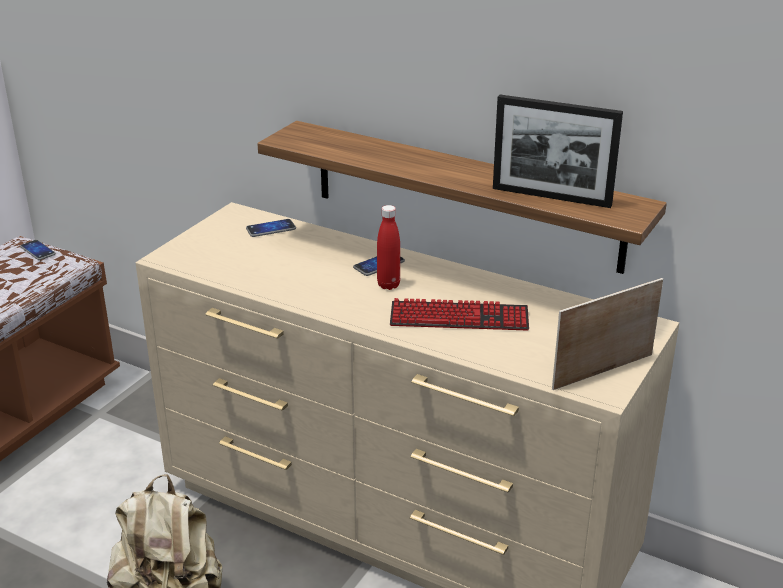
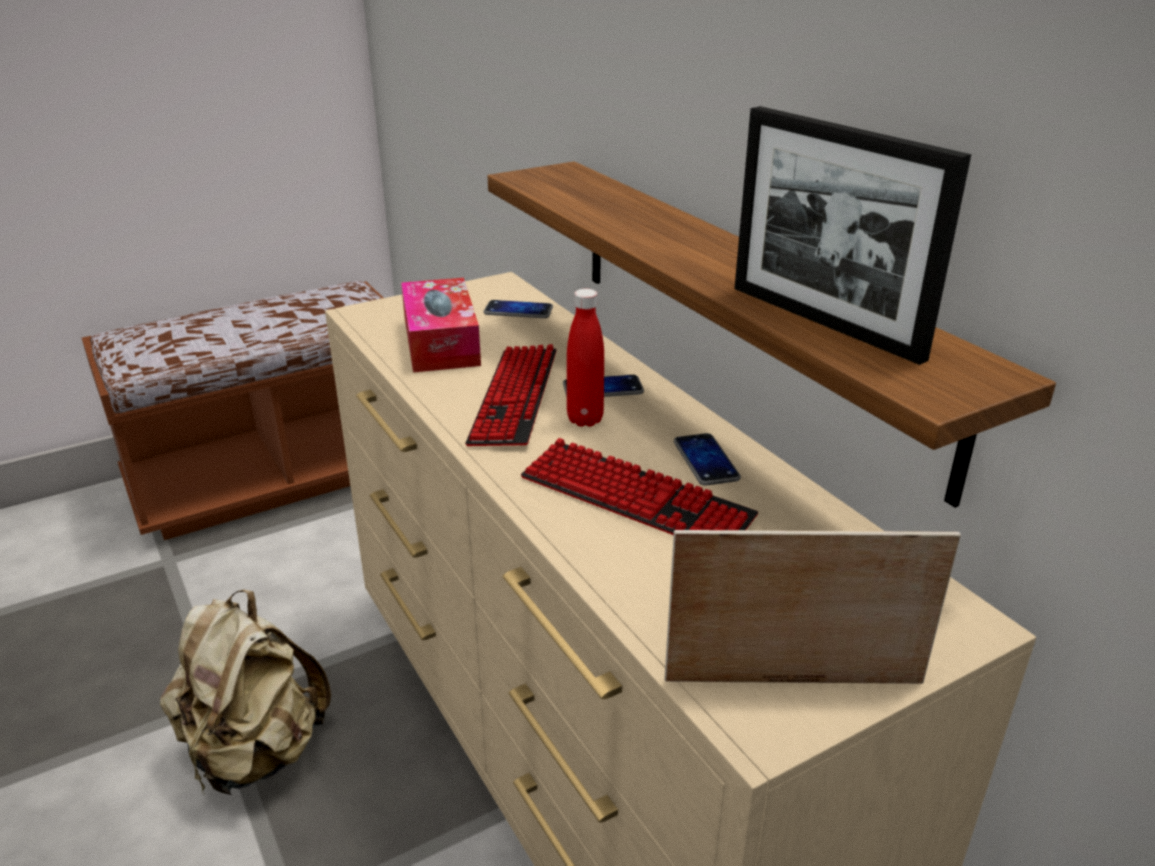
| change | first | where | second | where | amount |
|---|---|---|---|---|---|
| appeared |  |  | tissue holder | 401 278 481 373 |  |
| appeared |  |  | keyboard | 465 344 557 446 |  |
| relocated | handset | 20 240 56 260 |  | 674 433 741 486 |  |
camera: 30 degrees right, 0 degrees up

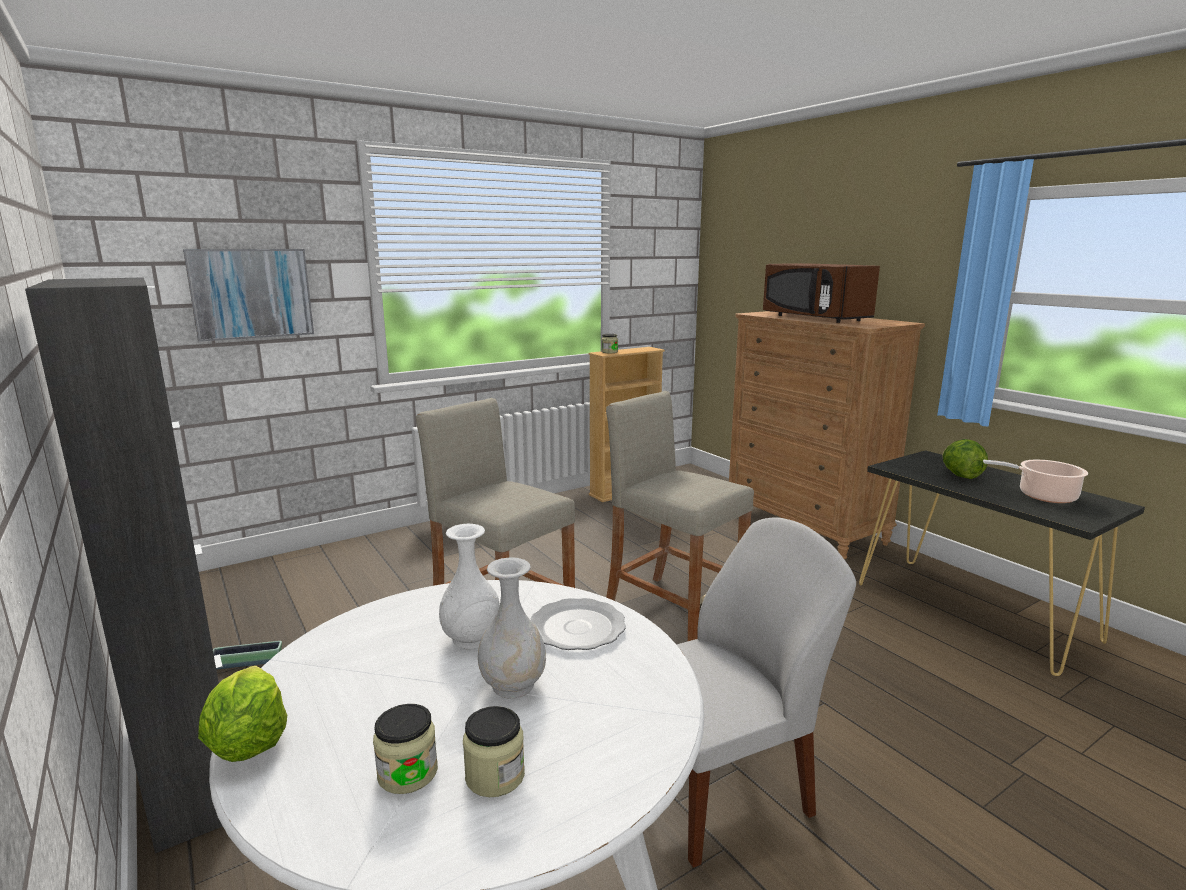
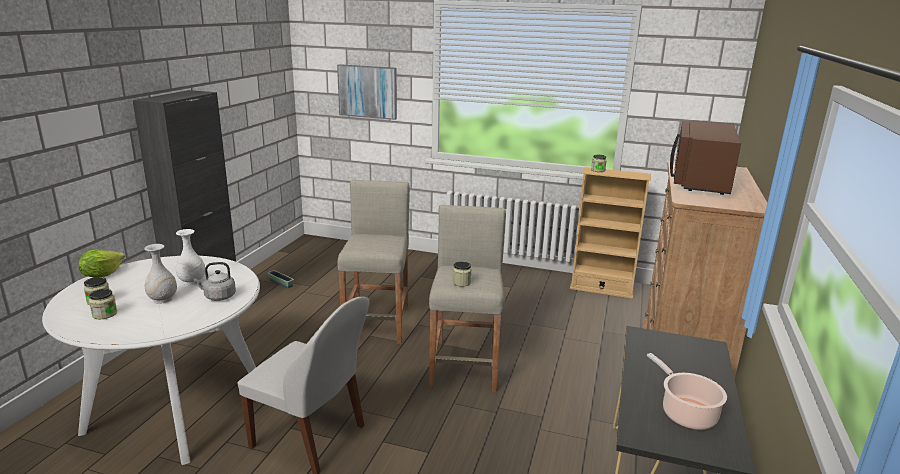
| change | first | where | second | where | amount |
|---|---|---|---|---|---|
| exchanged | plate | 531 598 626 650 | tea kettle (grey) | 194 262 236 301 |  |
| appeared |  |  | preserve jar | 452 261 471 287 |  |
| missing | lettuce | 942 439 988 479 |  |  |  |
camera: 50 degrees right, 5 degrees up

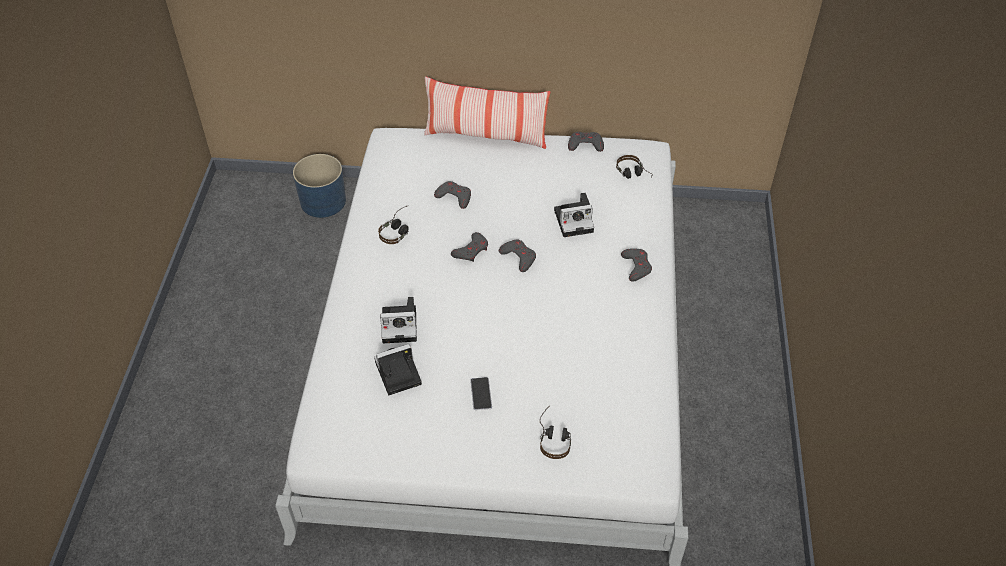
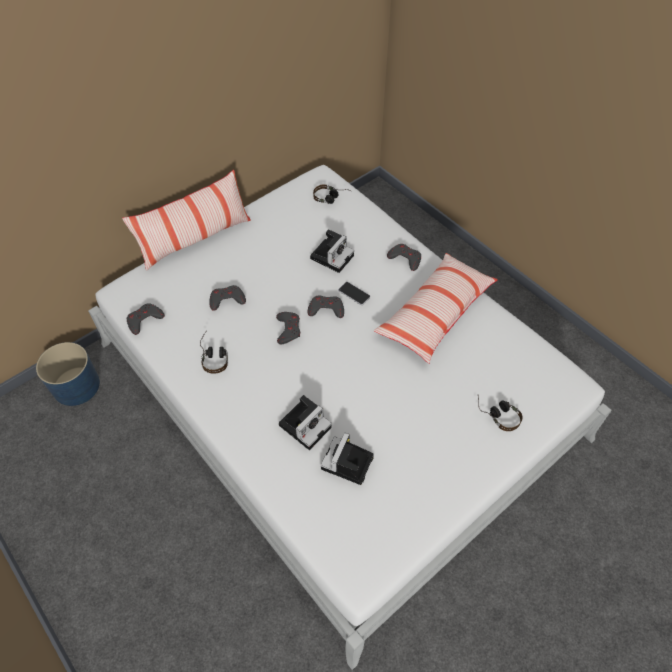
| change | first | where | second | where | amount |
|---|---|---|---|---|---|
| relocated | joypad (grey) | 568 132 604 152 |  | 127 303 165 335 |  |
| relocated | handset | 470 377 492 410 |  | 338 282 370 305 |  |
| appeared |  |  | throw pillow | 374 253 498 364 |  |
camera: 45 degrees left, 5 degrees up

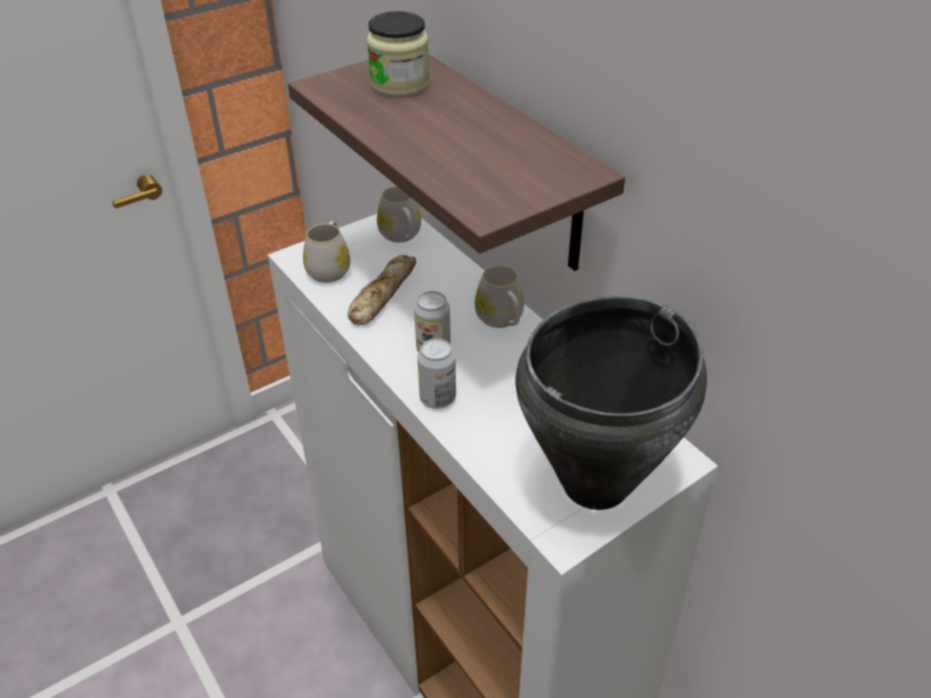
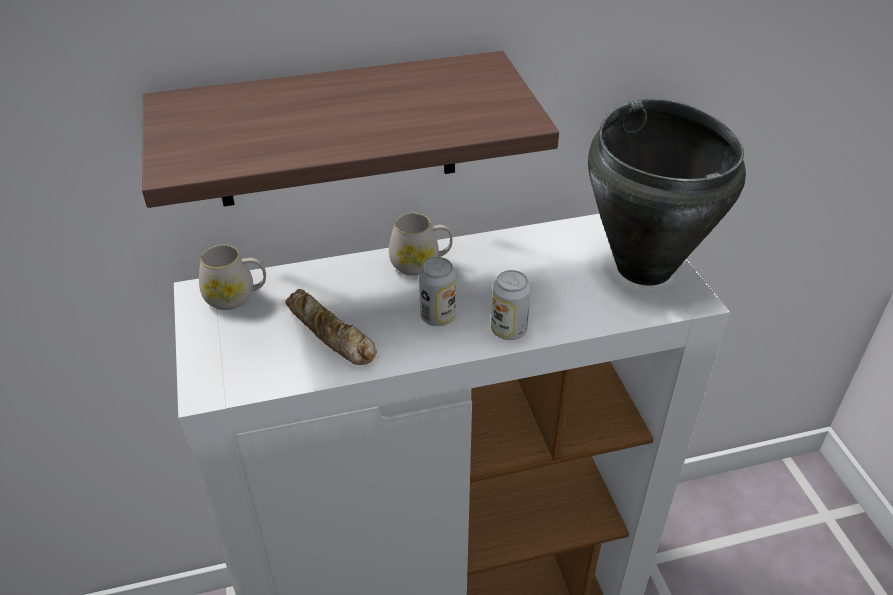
| change | first | where | second | where | amount |
|---|---|---|---|---|---|
| missing | mug (white) | 303 221 350 283 |  |  |  |
| missing | preserve jar | 367 11 430 97 |  |  |  |
camera: 70 degrees left, 0 degrees up

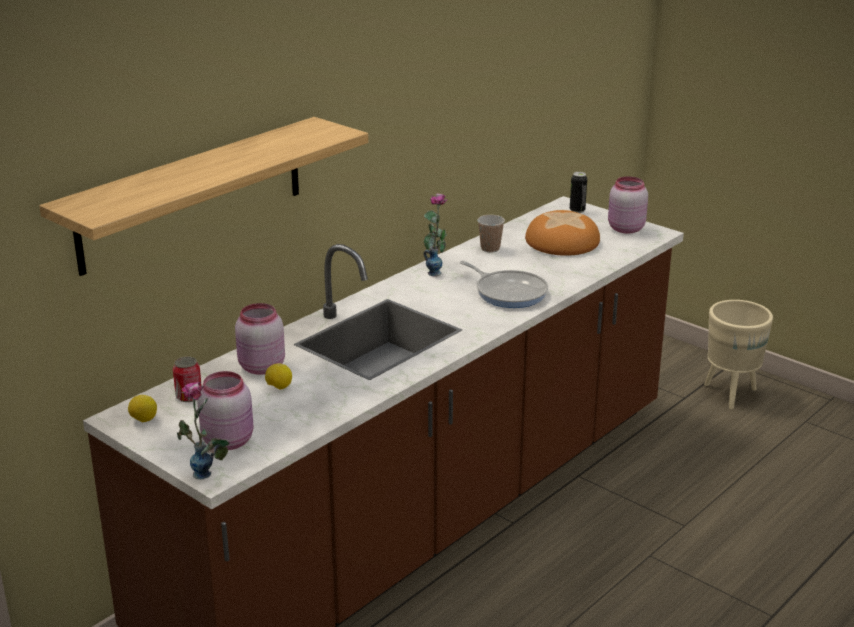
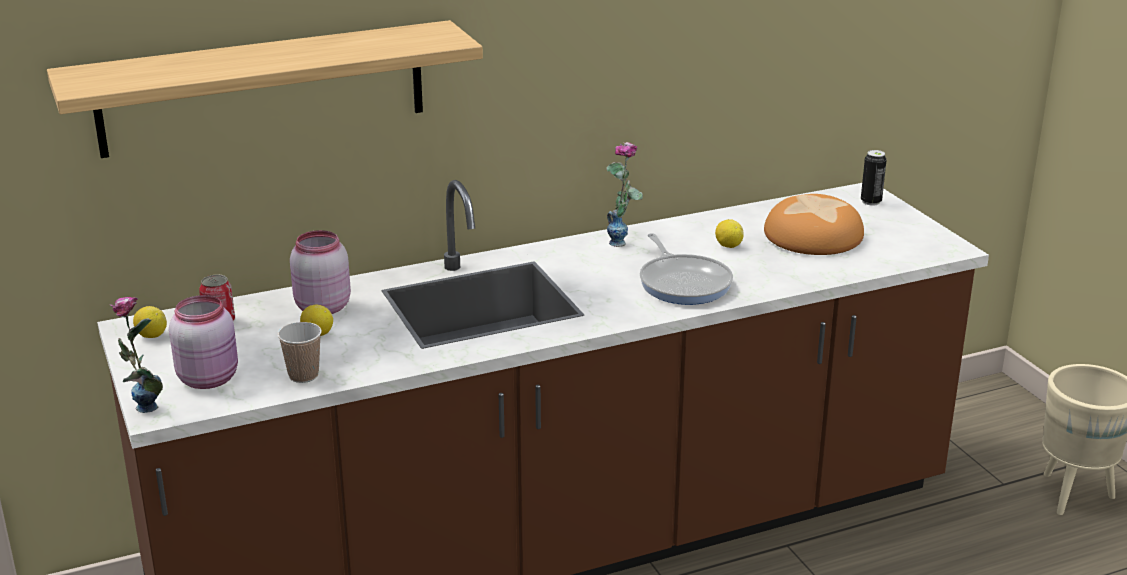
| change | first | where | second | where | amount |
|---|---|---|---|---|---|
| relocated | small cup | 477 215 505 253 |  | 278 322 322 383 |  |
| appeared |  |  | citrus fruit | 715 219 744 248 |  |
| missing | preserve jar (pinkish) | 608 177 648 233 |  |  |  |
camera: 25 degrees right, 0 degrees up

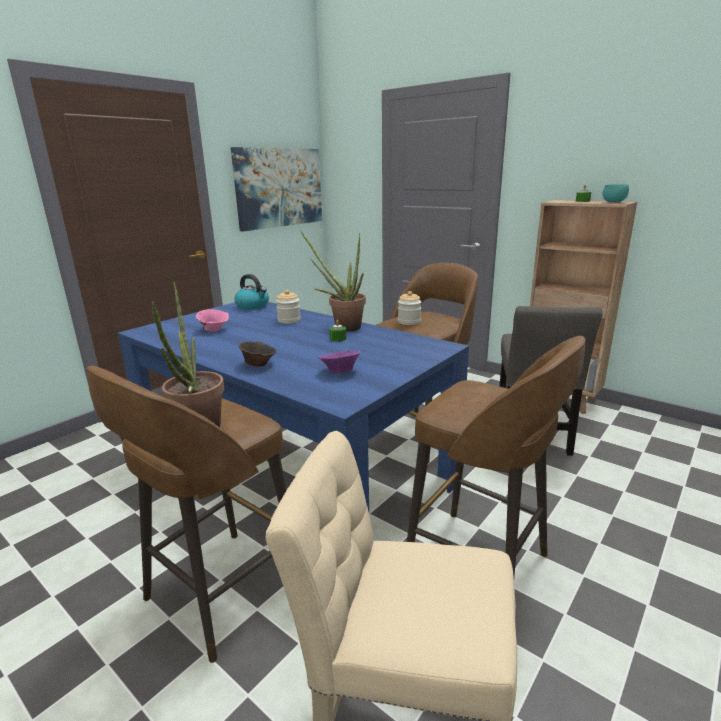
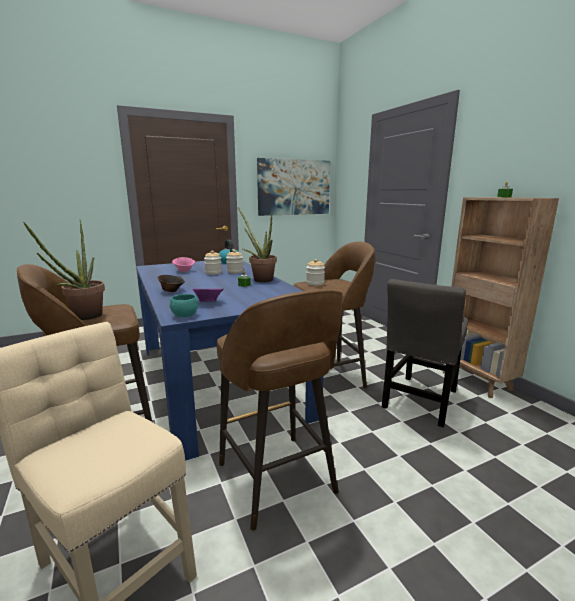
| change | first | where | second | where | amount |
|---|---|---|---|---|---|
| relocated | serving bowl (turquoise-coloured) | 603 184 629 203 |  | 170 294 198 317 |  |
| appeared |  |  | preserve jar | 204 250 222 275 |  |
camera: 25 degrees right, 5 degrees down

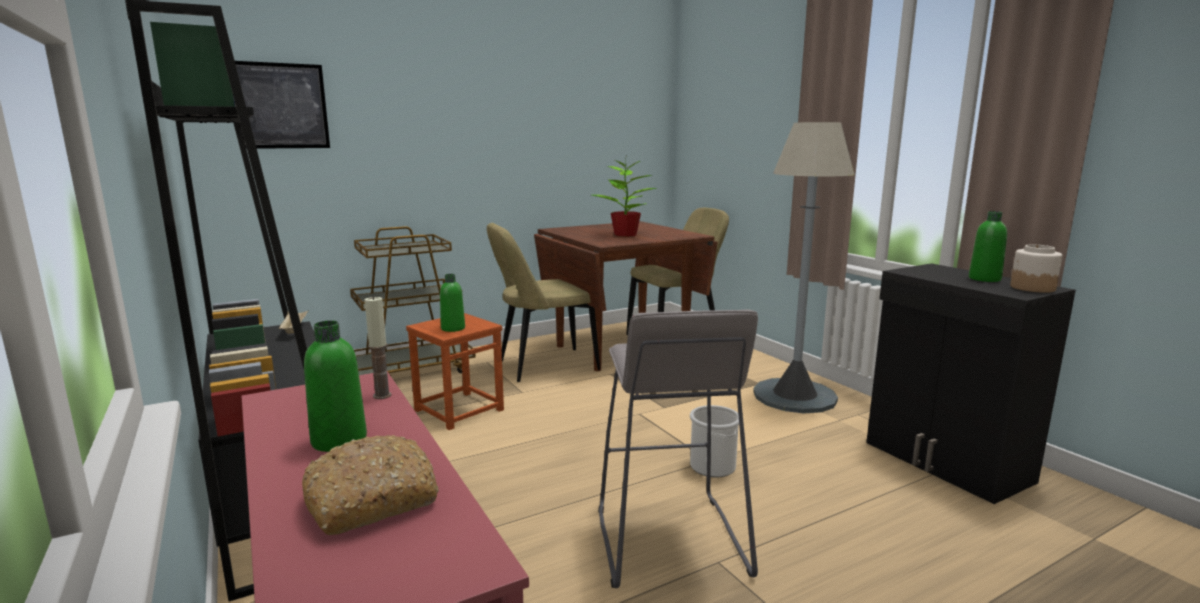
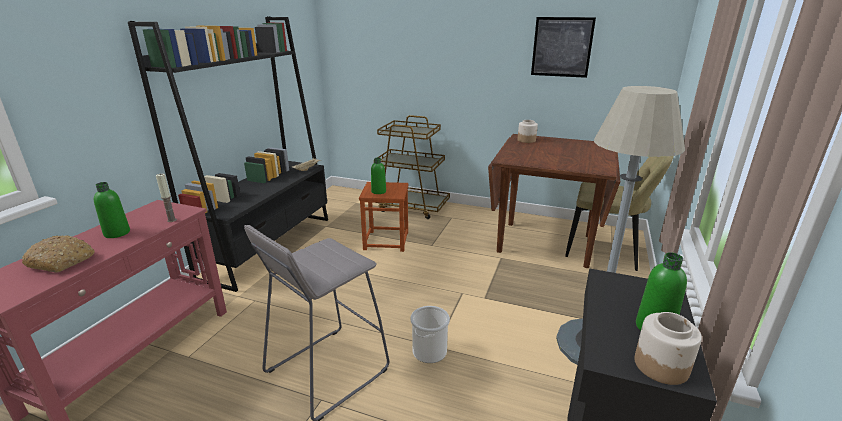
| change | first | where | second | where | amount |
|---|---|---|---|---|---|
| appeared |  |  | preserve jar | 518 120 538 143 |  |
| relocated | wall art | 235 61 330 149 |  | 531 17 596 78 |  |
| missing | plain chair (beige-coloured) | 487 223 600 382 |  |  |  |
| missing | houseplant | 592 159 657 237 |  |  |  |
camera: 50 degrees right, 10 degrees up

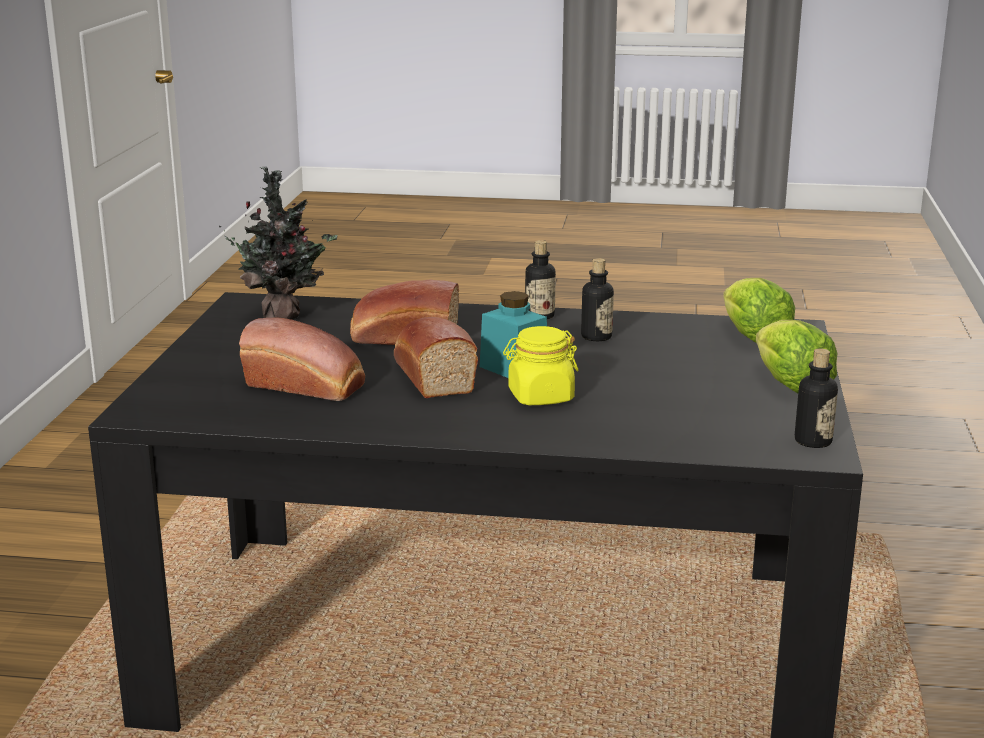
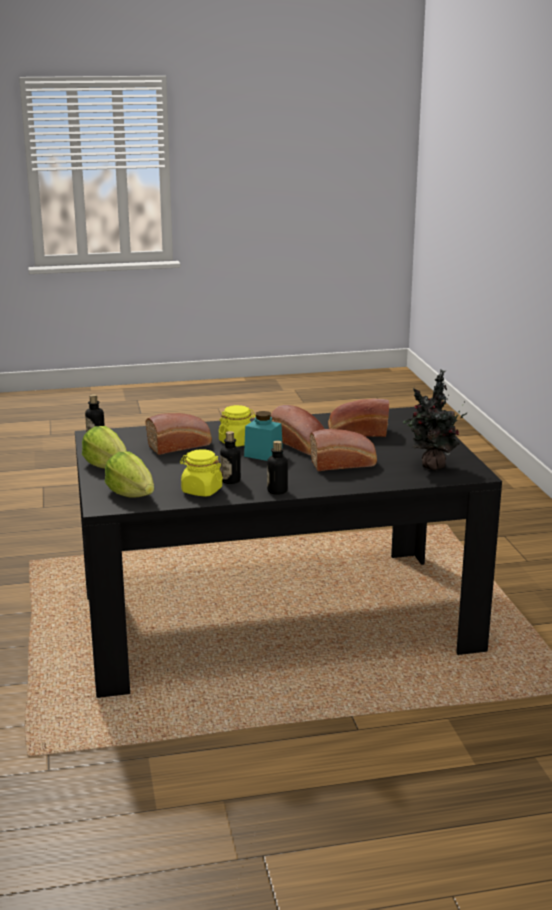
| change | first | where | second | where | amount |
|---|---|---|---|---|---|
| appeared |  |  | baked bread | 146 413 212 455 |  |
| appeared |  |  | preserve jar (yellowish) | 180 449 223 497 |  |
camera: 160 degrees right, 0 degrees up

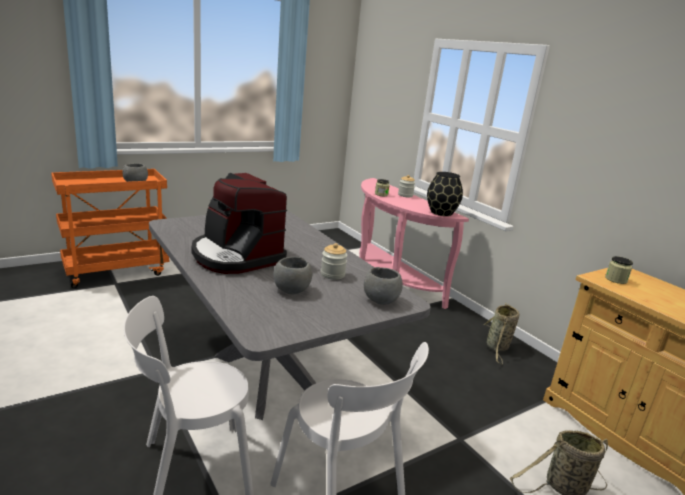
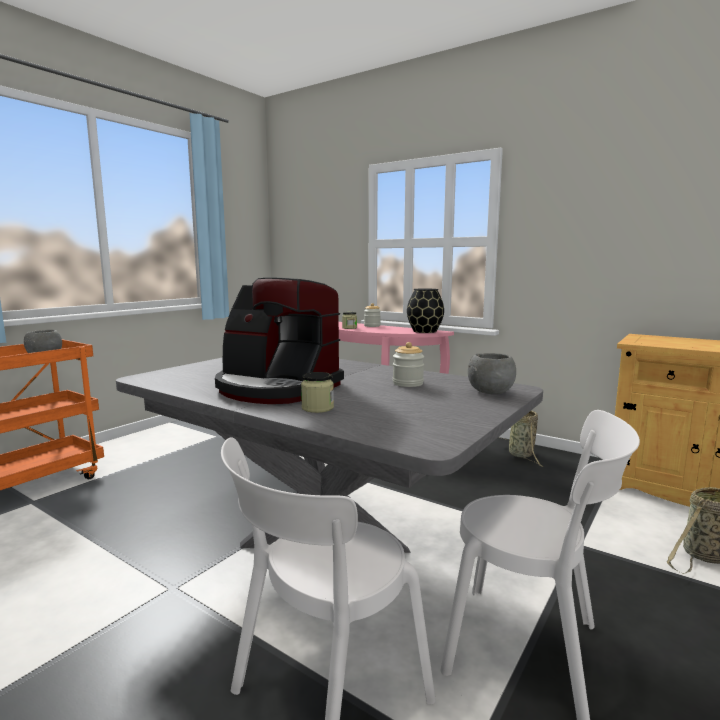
| change | first | where | second | where | amount |
|---|---|---|---|---|---|
| relocated | preserve jar | 605 256 633 284 |  | 301 372 334 413 |  |
| missing | serving bowl (grey) | 273 257 312 294 |  |  |  |
camera: 20 degrees left, 10 degrees down

